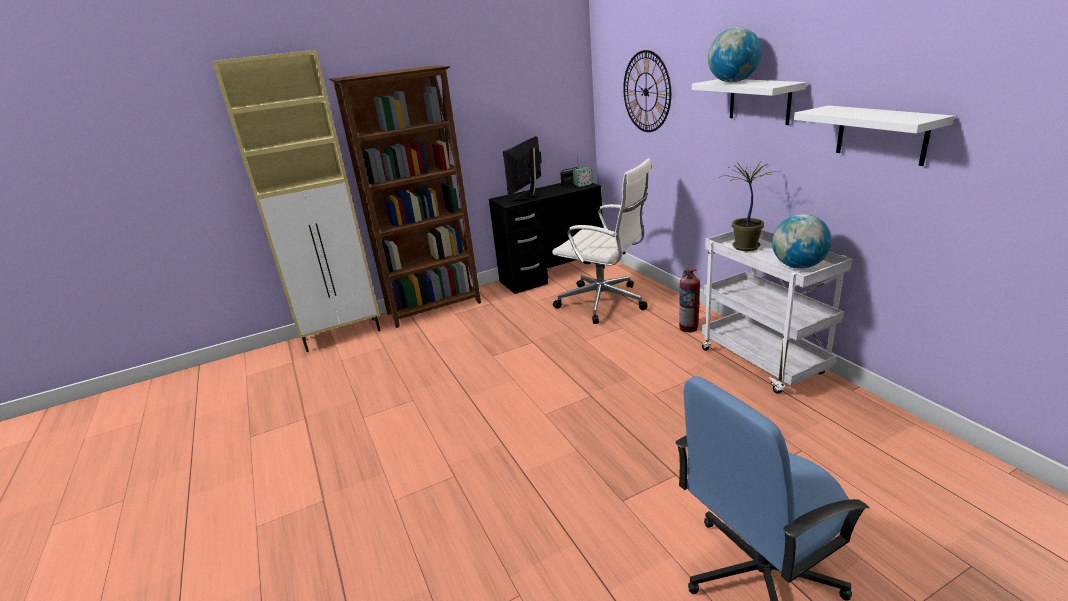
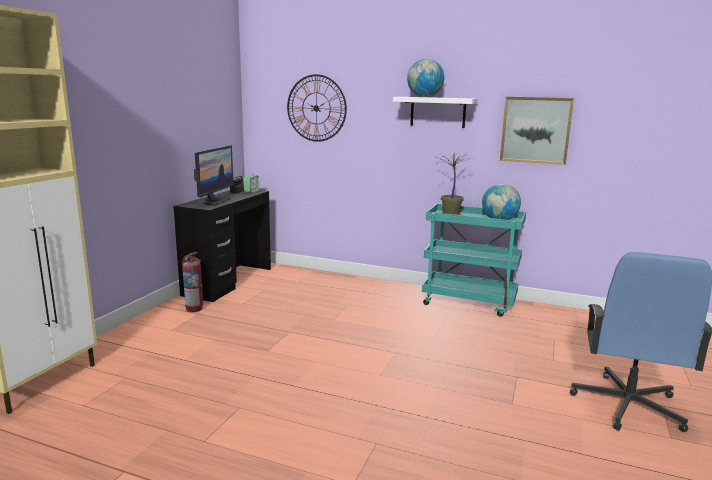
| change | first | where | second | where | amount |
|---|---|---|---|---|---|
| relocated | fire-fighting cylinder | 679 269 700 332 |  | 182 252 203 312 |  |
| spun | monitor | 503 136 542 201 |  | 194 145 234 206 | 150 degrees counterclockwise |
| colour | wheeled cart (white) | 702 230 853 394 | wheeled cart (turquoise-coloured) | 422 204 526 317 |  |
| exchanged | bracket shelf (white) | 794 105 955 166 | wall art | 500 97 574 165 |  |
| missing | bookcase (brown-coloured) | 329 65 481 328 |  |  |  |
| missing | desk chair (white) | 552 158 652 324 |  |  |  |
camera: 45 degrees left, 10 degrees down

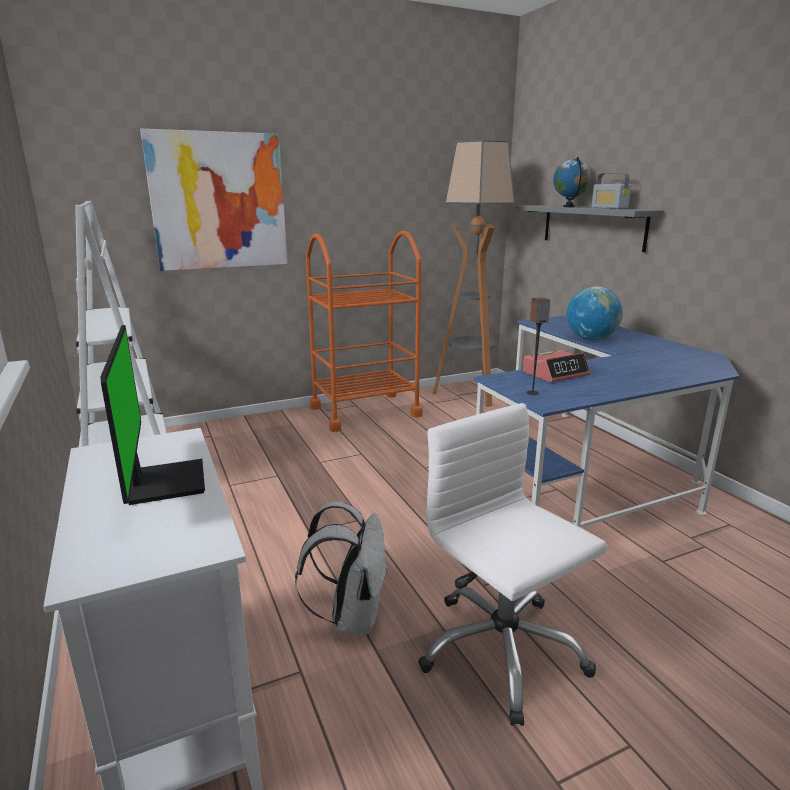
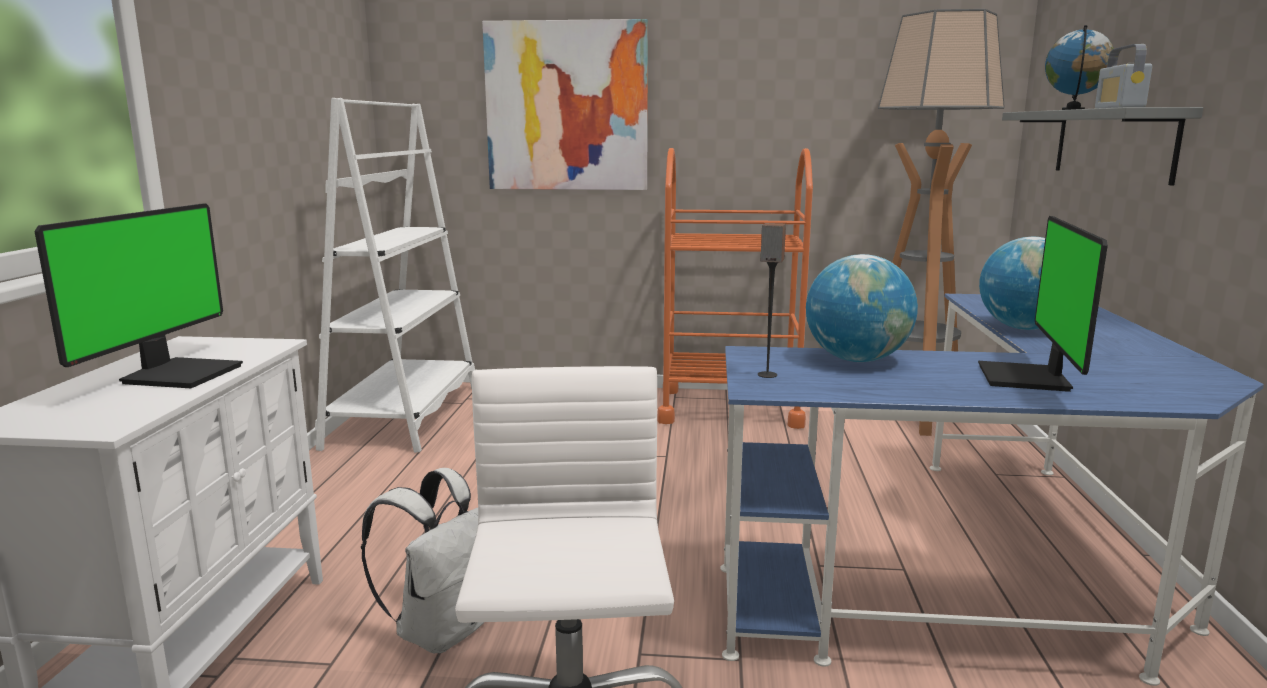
| change | first | where | second | where | amount |
|---|---|---|---|---|---|
| exchanged | table clock | 523 350 590 382 | globe | 806 254 918 362 |  |
| appeared |  |  | monitor | 978 216 1108 392 |  |
camera: 30 degrees right, 5 degrees down

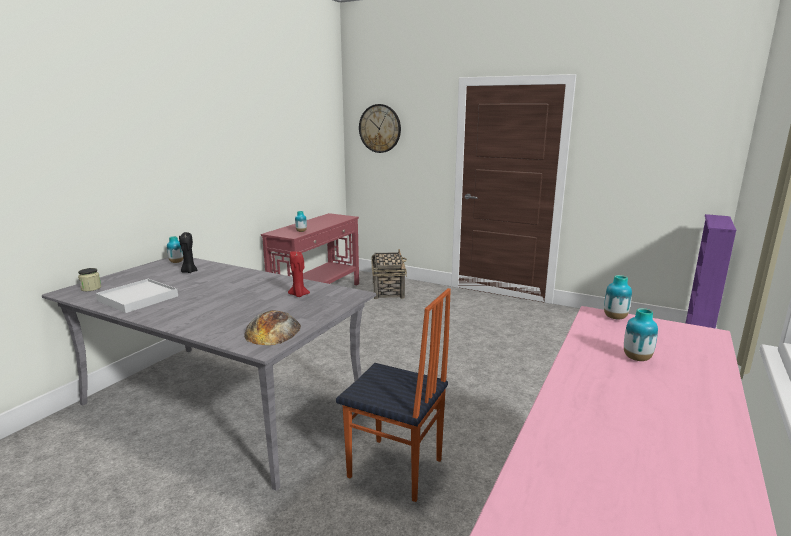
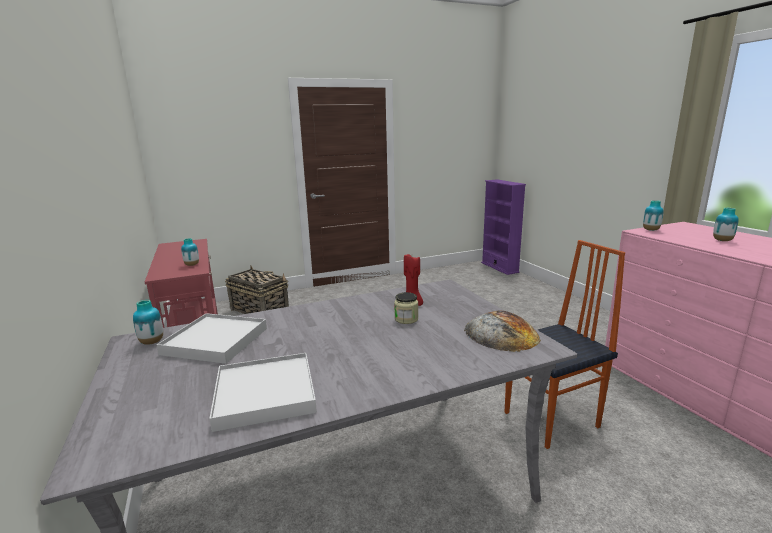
| change | first | where | second | where | amount |
|---|---|---|---|---|---|
| exchanged | wax candle (black) | 179 232 197 273 | carrying tray (white) | 156 313 267 364 |  |
| relocated | preserve jar | 78 268 101 291 |  | 394 292 418 324 |  |
| missing | clock on the wall | 359 104 401 153 |  |  |  |
camera: 50 degrees left, 0 degrees up

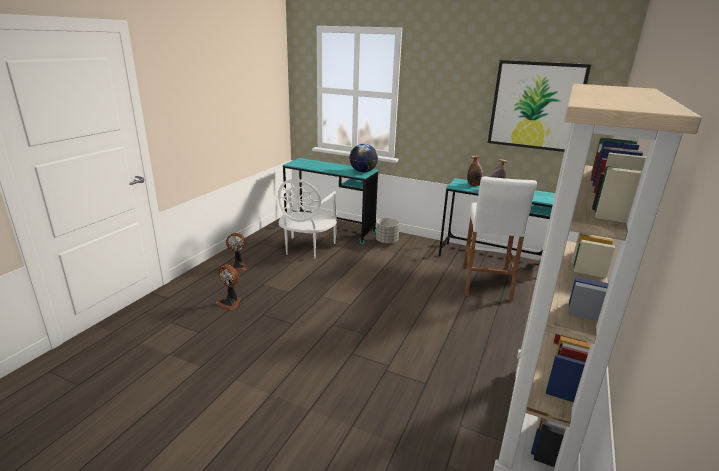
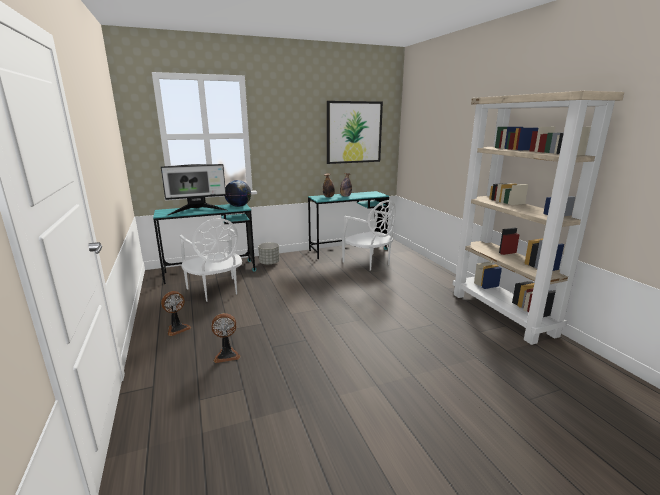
| change | first | where | second | where | amount |
|---|---|---|---|---|---|
| appeared |  |  | monitor | 161 164 228 216 |  |
| exchanged | stool seat (white) | 463 176 537 301 | plain chair (white) | 342 200 396 271 |  |
camera: 45 degrees left, 5 degrees down

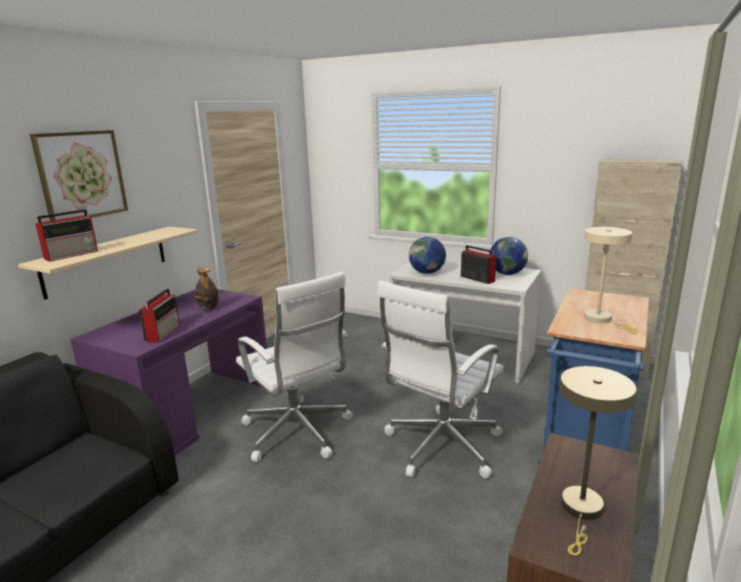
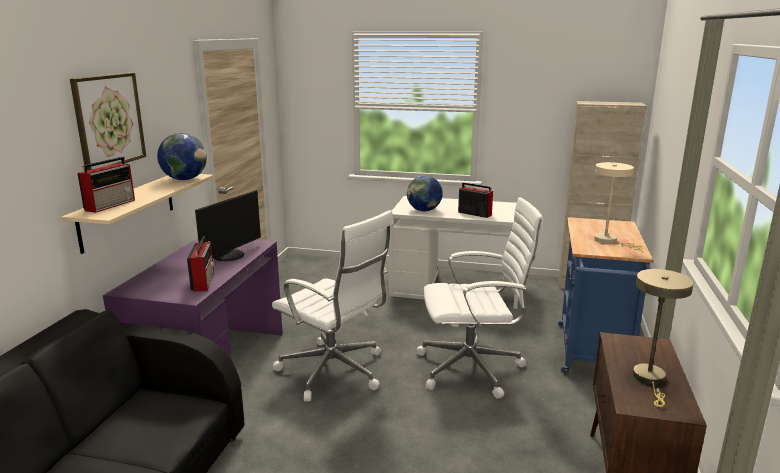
| change | first | where | second | where | amount |
|---|---|---|---|---|---|
| relocated | globe | 489 237 528 275 |  | 157 133 207 180 |  |
| exchanged | bottle | 195 267 218 311 | monitor | 195 190 261 261 |  |
| spun | desk chair (white) | 377 280 504 479 |  | 416 197 543 399 | 120 degrees counterclockwise |
camera: 15 degrees left, 0 degrees up

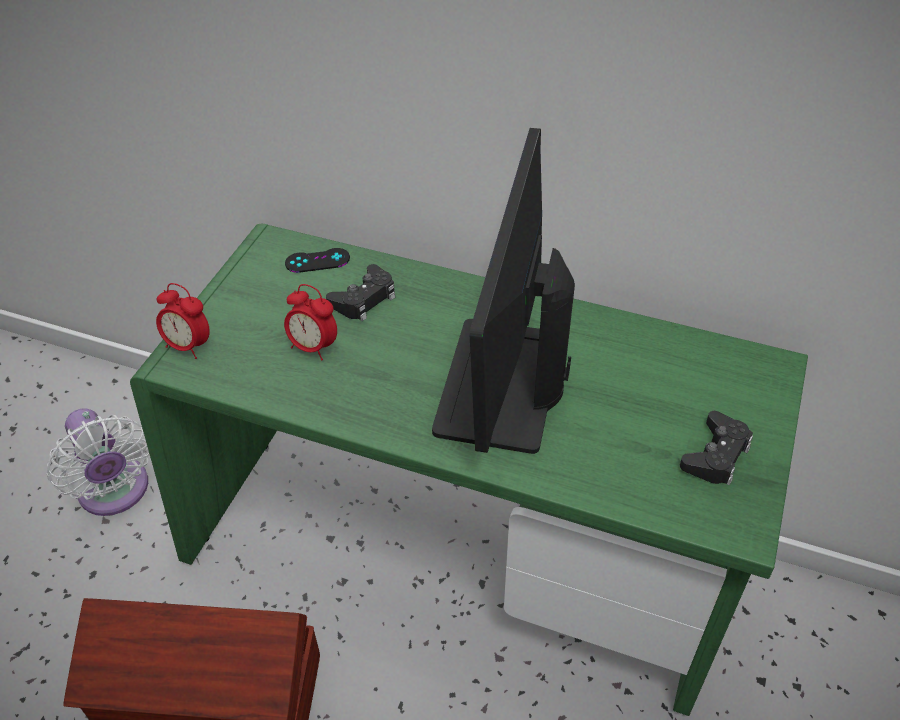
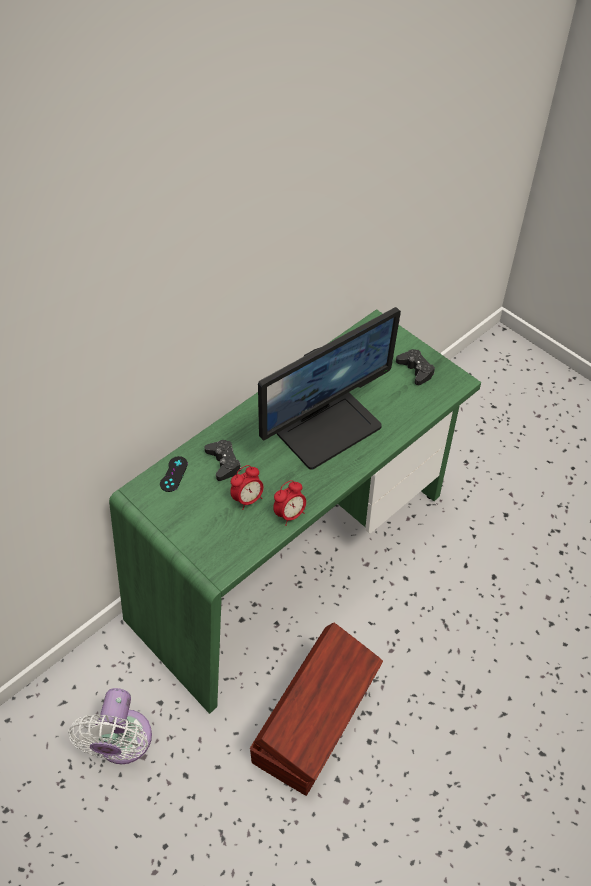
| change | first | where | second | where | amount |
|---|---|---|---|---|---|
| spun | fan (white) | 47 408 150 516 |  | 68 688 152 764 | 105 degrees clockwise |
| spun | monitor | 432 128 575 454 |  | 258 307 401 470 | 75 degrees counterclockwise |
| relocated | table clock | 156 283 210 359 |  | 273 480 306 526 |  |
camera: 65 degrees left, 5 degrees up

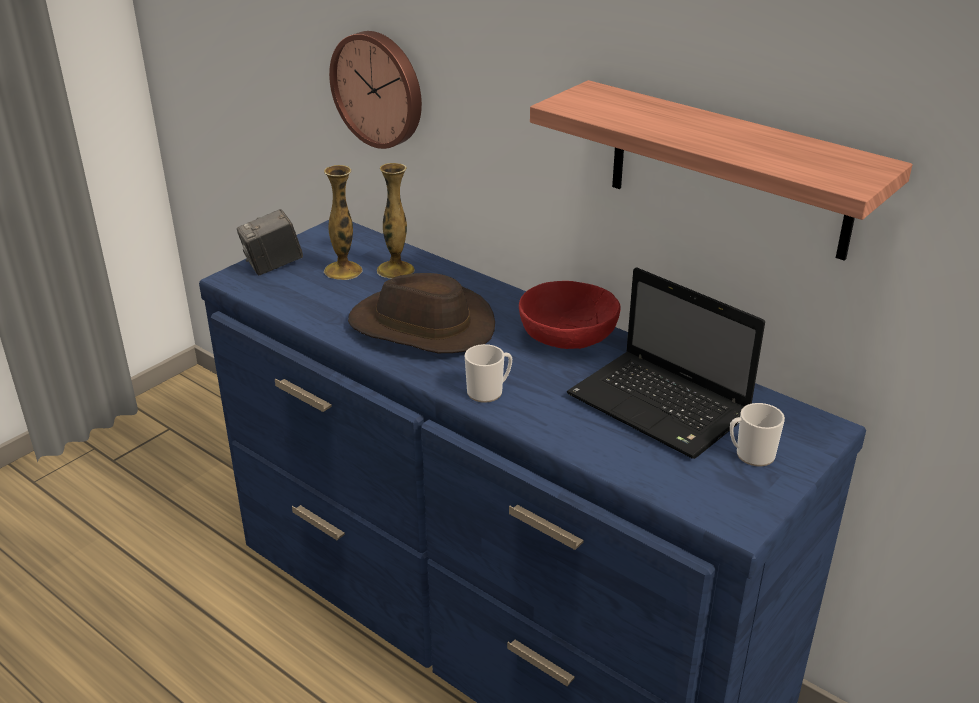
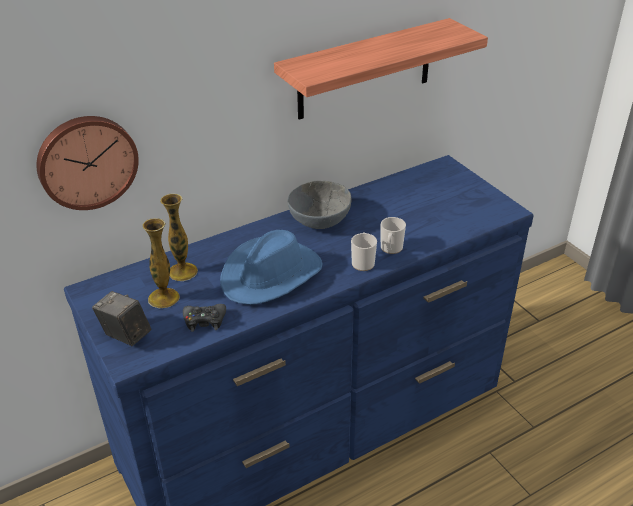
| change | first | where | second | where | amount |
|---|---|---|---|---|---|
| spun | photo camera | 237 209 303 275 |  | 92 291 151 346 | 135 degrees clockwise |
| appeared |  |  | joypad (black) | 183 304 226 332 |  |
| colour | wearable hat (brown-coloured) | 348 273 495 353 | wearable hat (blue) | 220 230 323 305 |  |
| colour | serving bowl (red) | 519 281 621 349 | serving bowl (grey) | 287 181 352 229 |  |
| relocated | mug | 730 403 785 467 |  | 381 217 406 254 |  |
| missing | laptop | 567 267 765 459 |  |  |  |
camera: 70 degrees left, 5 degrees up

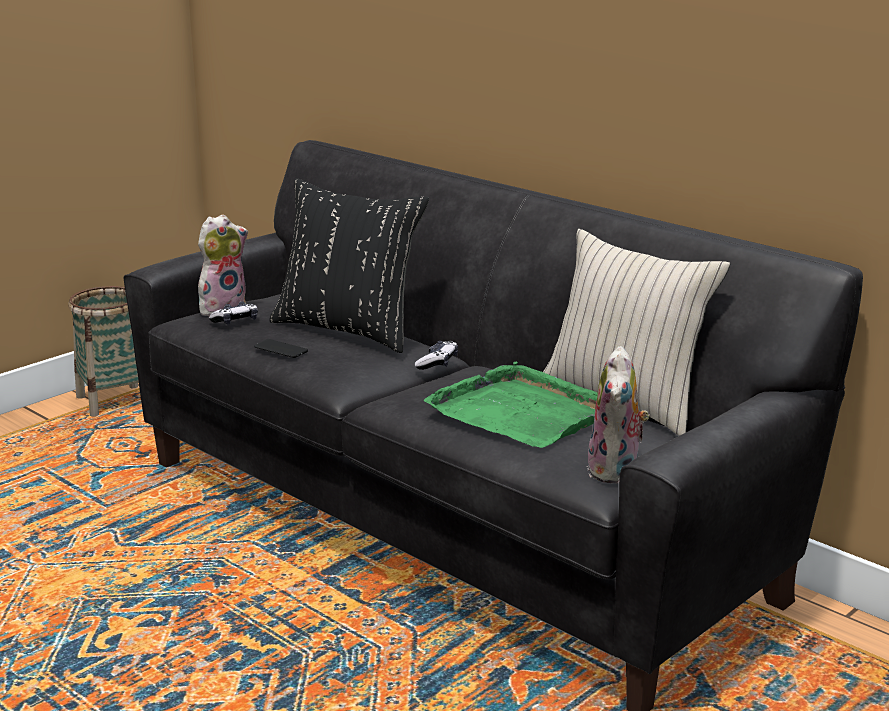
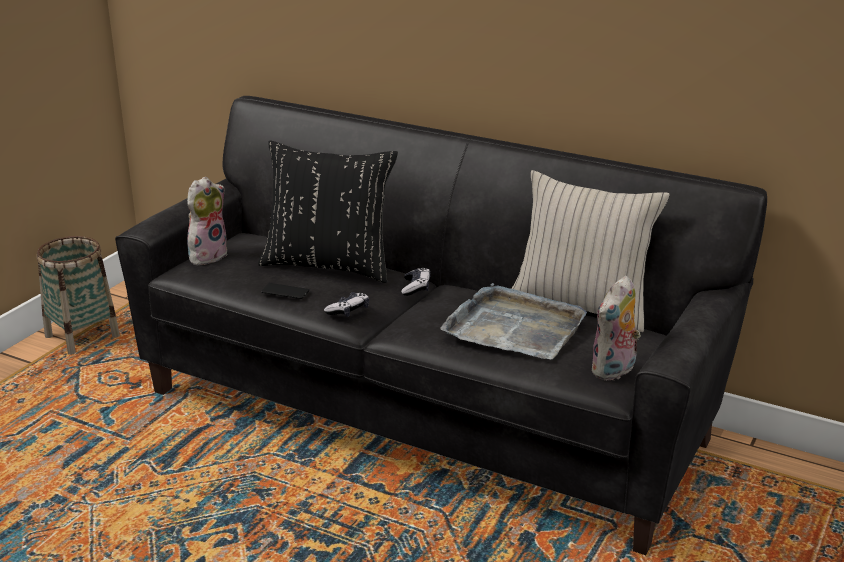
| change | first | where | second | where | amount |
|---|---|---|---|---|---|
| relocated | joypad | 209 301 258 325 |  | 324 292 369 317 |  |
| colour | carrying tray (green) | 424 361 598 448 | carrying tray (grey) | 440 283 587 359 |  |
| spun | plush toy | 587 346 650 484 |  | 592 276 641 381 | 45 degrees clockwise |
camera: 15 degrees left, 5 degrees up

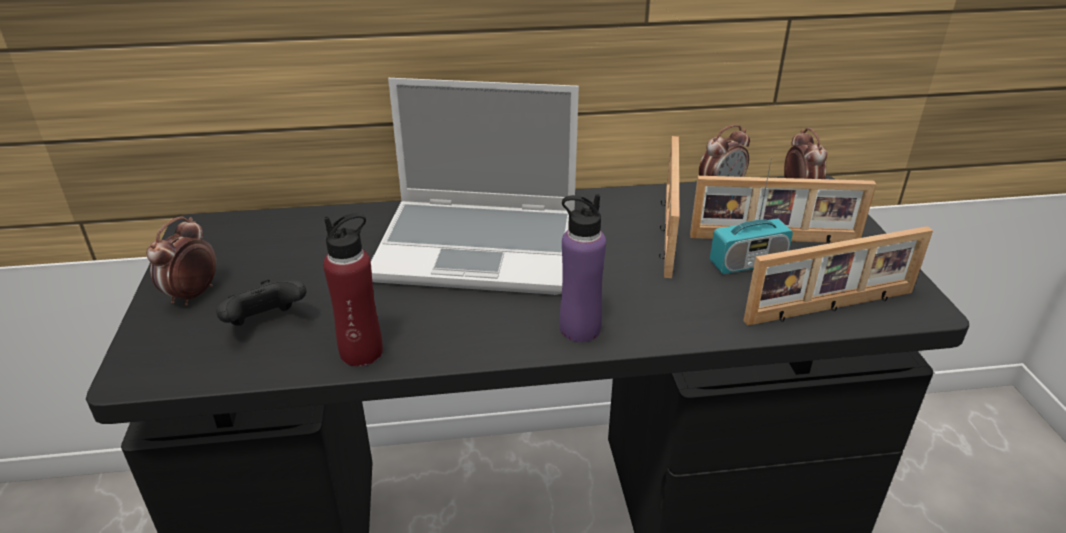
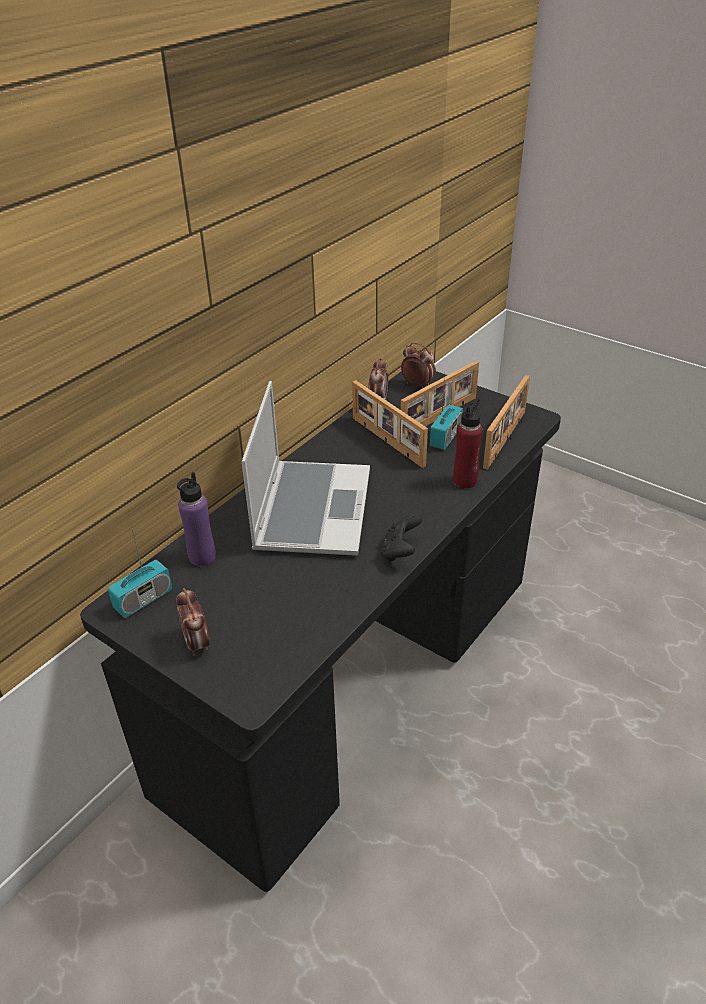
| change | first | where | second | where | amount |
|---|---|---|---|---|---|
| appeared |  |  | radio receiver | 108 526 172 618 |  |
| relocated | bottle (purple) | 560 194 606 342 |  | 177 472 216 566 |  |
| spun | laptop | 371 78 579 295 |  | 242 381 370 556 | 45 degrees counterclockwise |
| relocated | joypad (black) | 216 279 306 325 |  | 381 514 422 562 |  |
| relocated | bottle (red) | 323 213 383 366 |  | 453 398 483 489 |  |
camera: 45 degrees left, 5 degrees up

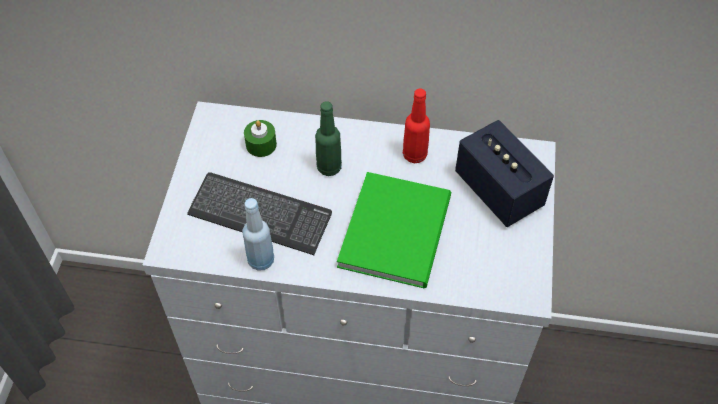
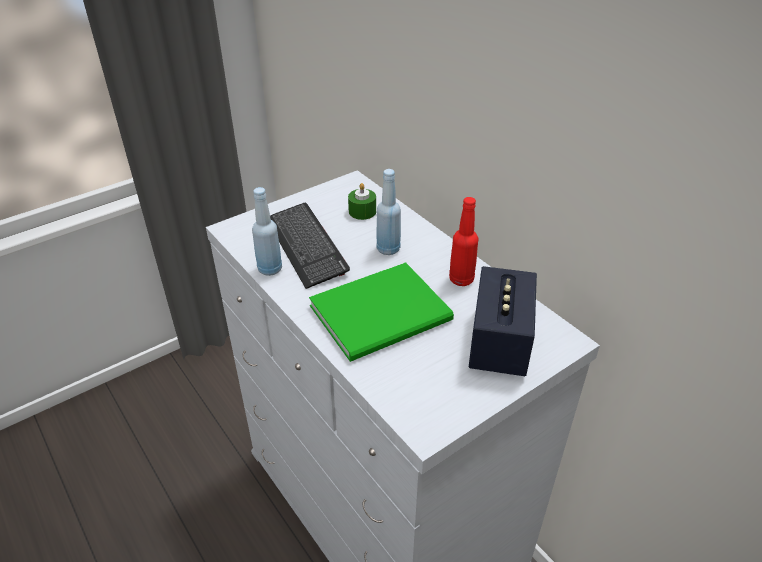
| change | first | where | second | where | amount |
|---|---|---|---|---|---|
| colour | bottle (green) | 315 101 342 176 | bottle (blue) | 377 169 401 255 |  |
camera: 45 degrees right, 15 degrees down

